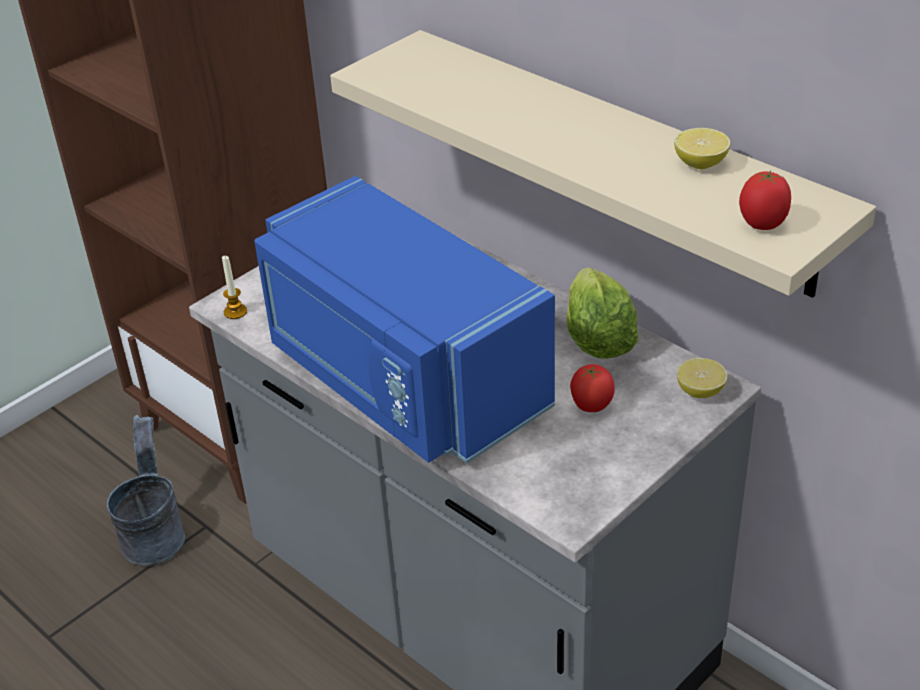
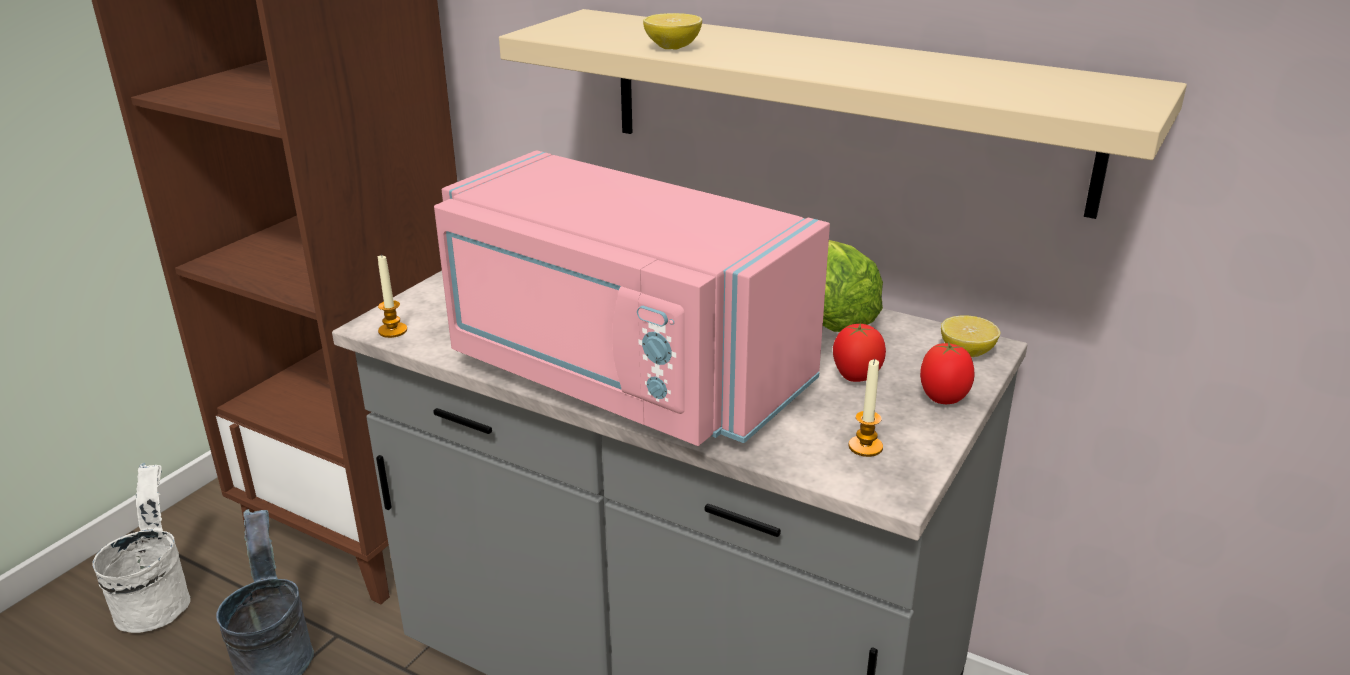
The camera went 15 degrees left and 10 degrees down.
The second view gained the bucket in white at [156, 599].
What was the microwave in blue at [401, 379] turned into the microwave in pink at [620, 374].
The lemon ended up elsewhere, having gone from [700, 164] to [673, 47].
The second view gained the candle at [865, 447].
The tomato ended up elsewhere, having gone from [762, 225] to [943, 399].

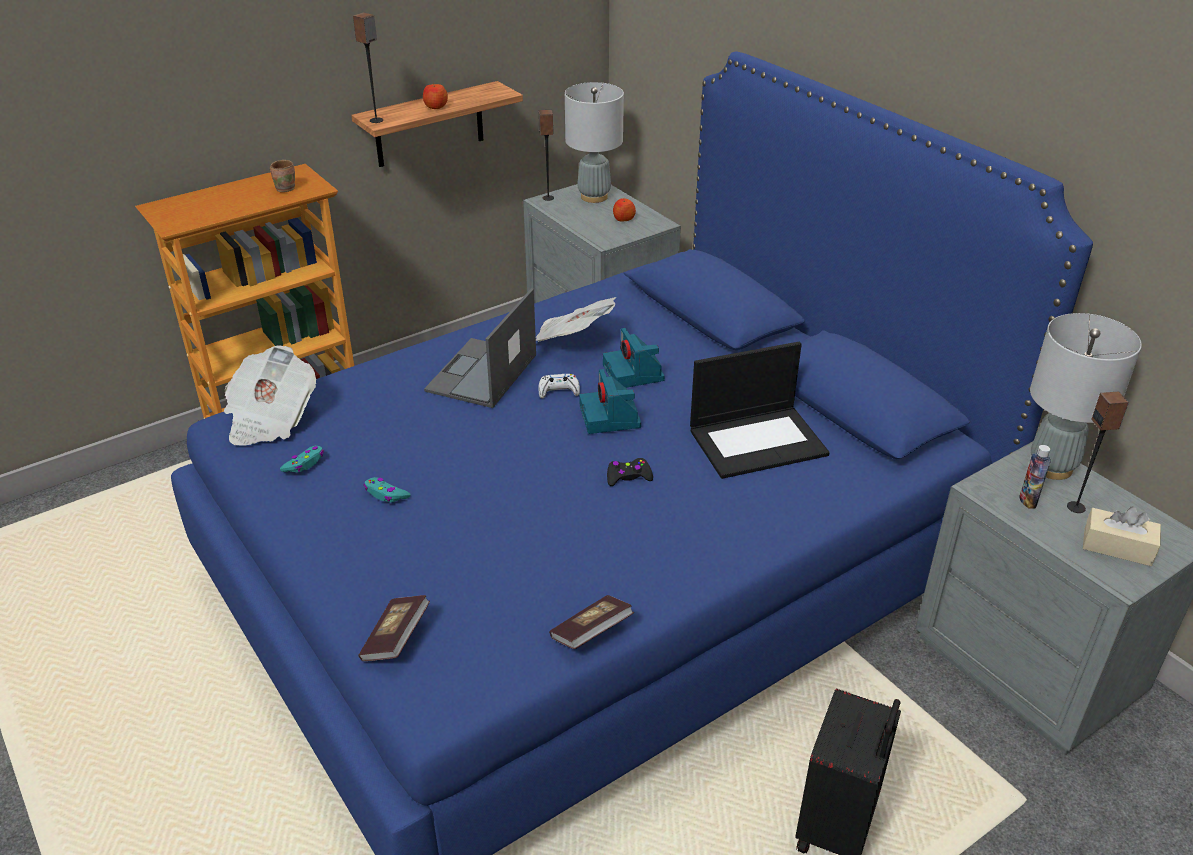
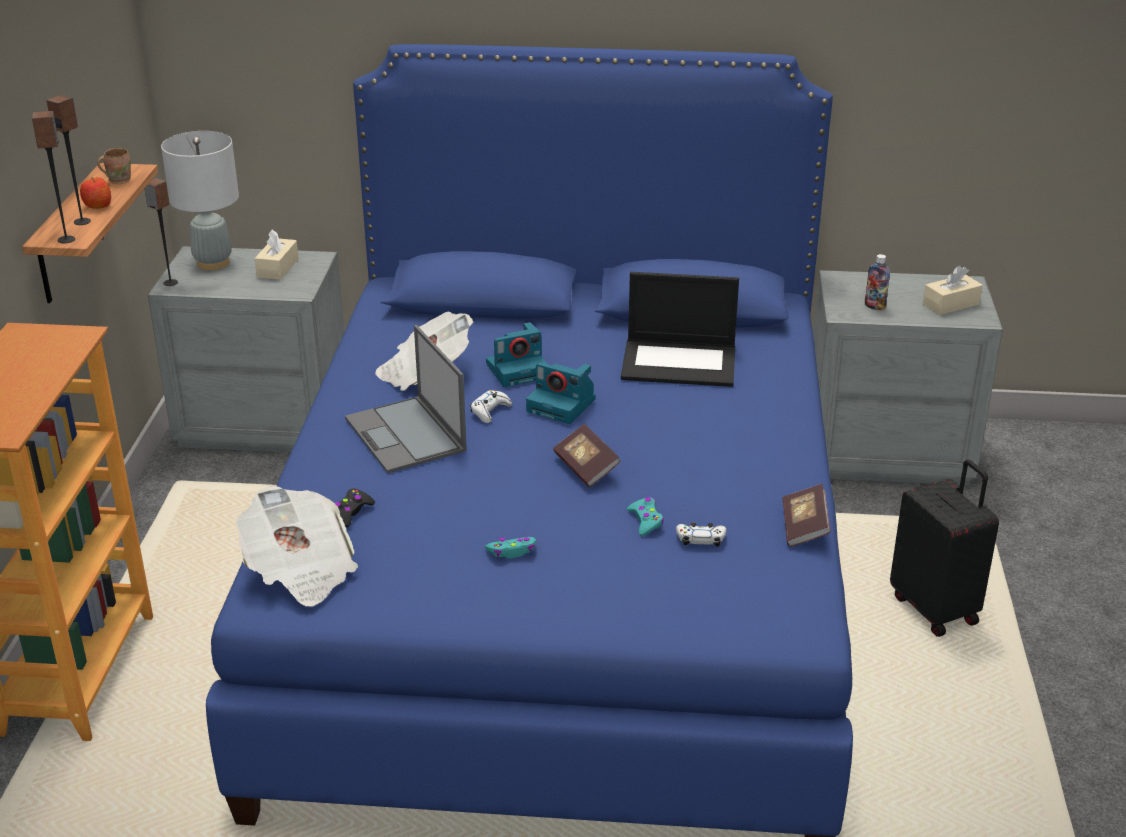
The camera went 50 degrees left and 5 degrees down.
The speaker ended up elsewhere, having gone from [1076, 507] to [82, 221].
The mug in brown ended up elsewhere, having gone from [285, 188] to [118, 180].
Where the apple stood at [623, 219], the tissue box in beige came to stand at [278, 268].
The game controller in black ended up elsewhere, having gone from [628, 477] to [351, 512].
The photo camera at [634, 373] ended up facing another way, 45 degrees counterclockwise from before.
The book ended up elsewhere, having gone from [396, 639] to [586, 467].
The laptop at [758, 441] ended up facing another way, 75 degrees clockwise from before.
The game controller in turquoise ended up elsewhere, having gone from [304, 464] to [646, 521].
The second view gained the game controller in white at [700, 539].
The second view lost the table lamp in grey at [1052, 467].

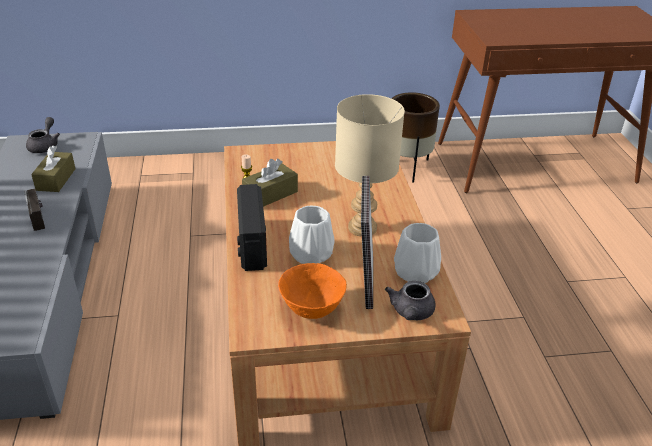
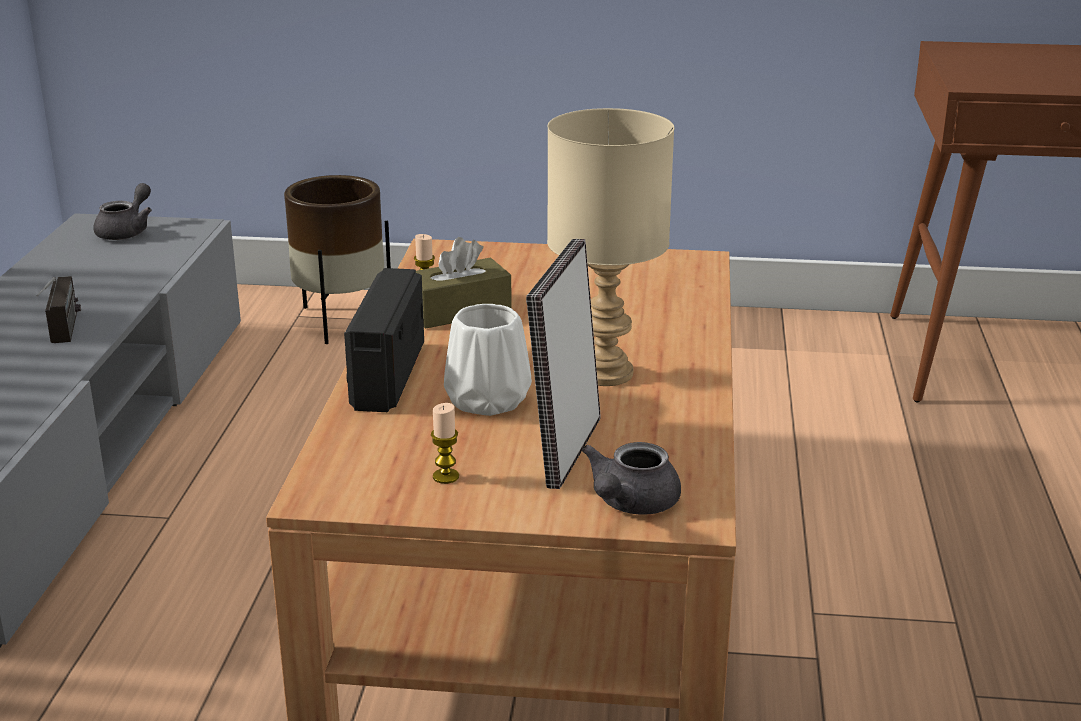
The camera went 15 degrees right and 10 degrees down.
The planter in brown ended up elsewhere, having gone from [407, 167] to [340, 321].
Where the bowl in orange stood at [312, 309], the candle came to stand at [445, 476].
The second view lost the tissue box in brown at [56, 179].
The second view lost the vase in white at [414, 272].

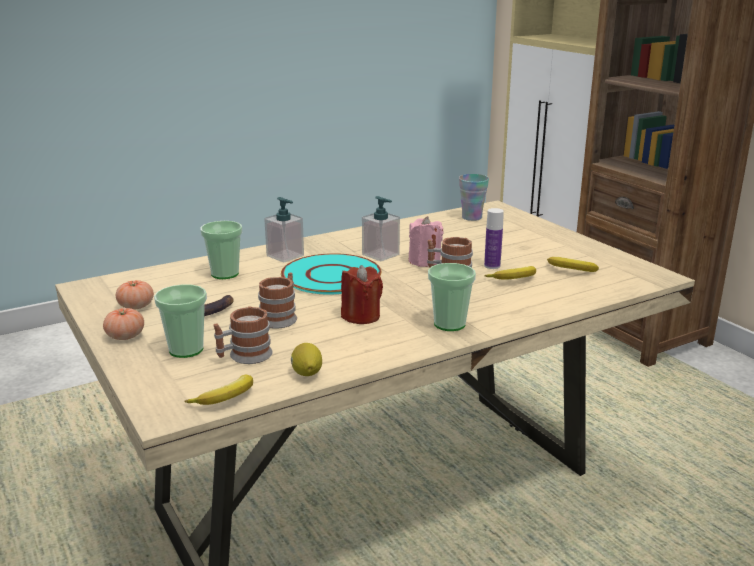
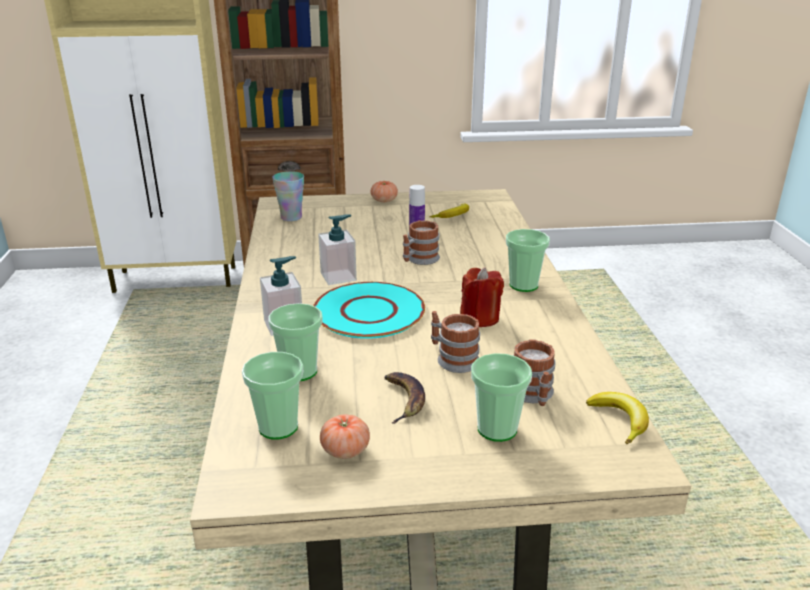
The camera went 65 degrees left and 5 degrees up.
The second view gained the cup at [278, 427].
The tomato ended up elsewhere, having gone from [125, 336] to [384, 200].
The second view lost the lemon at [307, 374].
The second view lost the candle in pink at [424, 261].
The second view lost the banana at [514, 279].

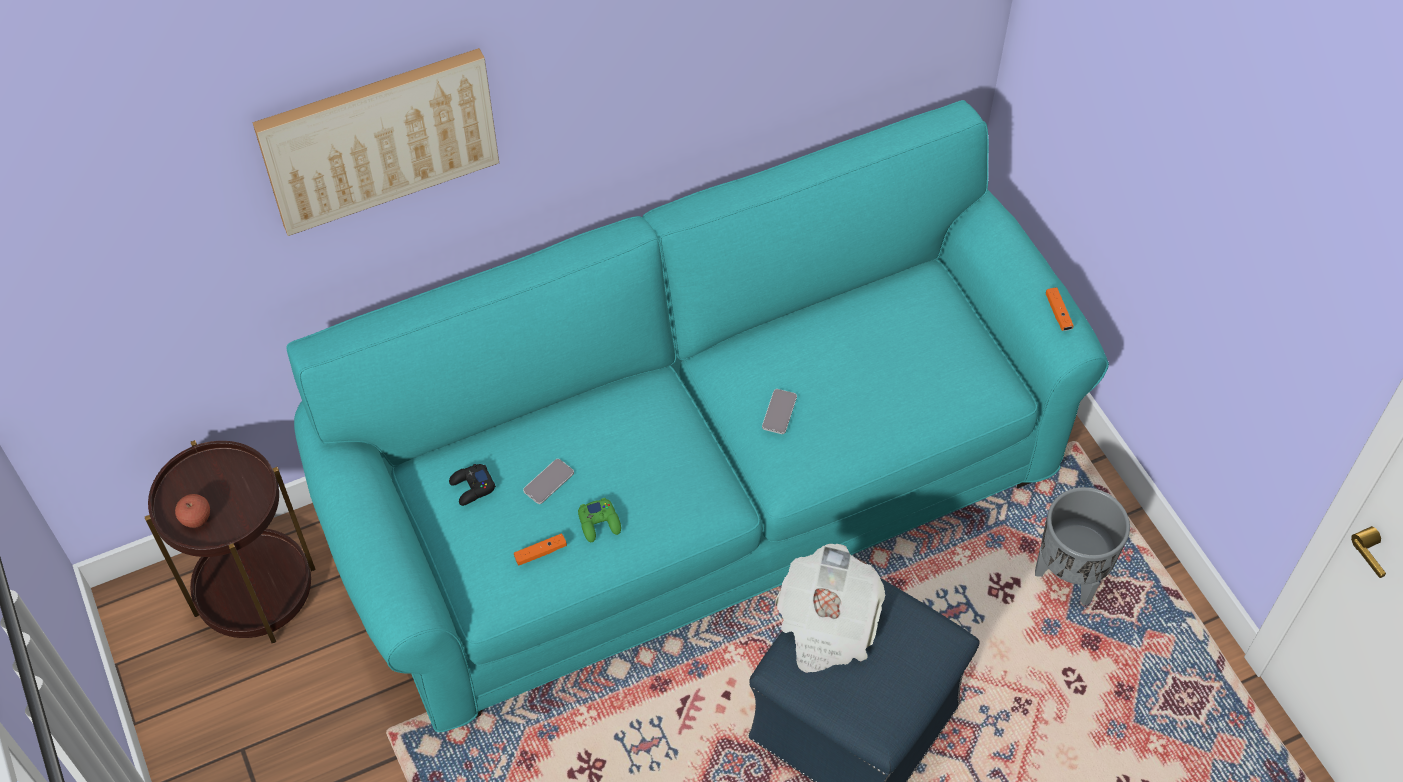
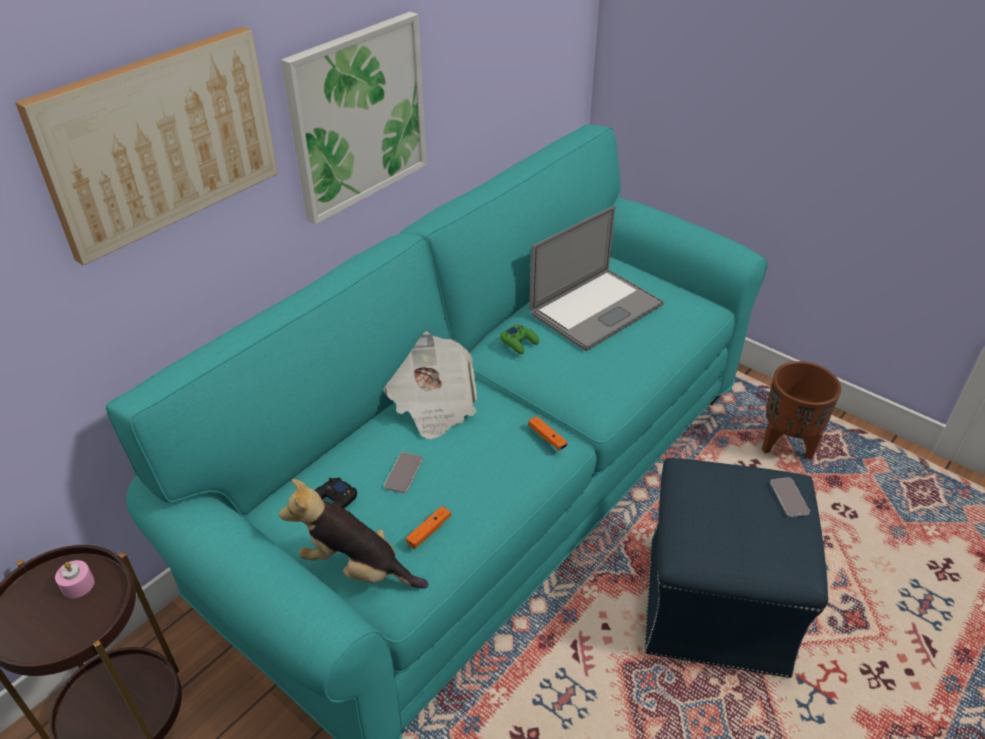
The camera went 25 degrees left and 15 degrees down.
The second view gained the candle in pink at [78, 585].
The second view gained the plush toy at [356, 568].
The second view gained the picture at [357, 116].
The newspaper ended up elsewhere, having gone from [826, 625] to [432, 404].
The game controller in green ended up elsewhere, having gone from [599, 523] to [519, 342].
The second view gained the laptop at [596, 309].
The game controller in orange ended up elsewhere, having gone from [1058, 313] to [547, 438].
What was the planter in grey at [1069, 576] turned into the planter in brown at [786, 446].
The phone ended up elsewhere, having gone from [779, 412] to [789, 498].
The second view lost the apple at [196, 519].

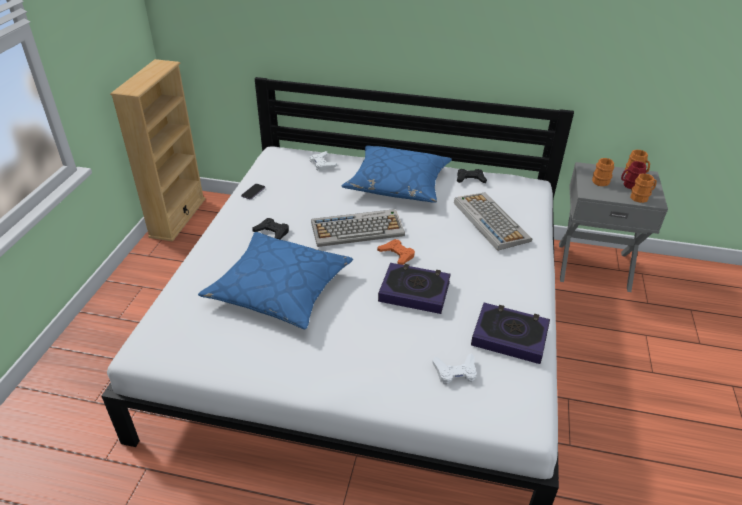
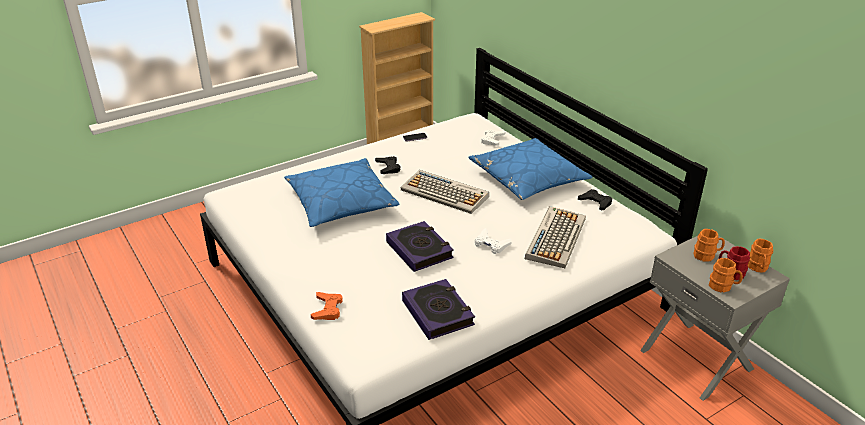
The camera went 45 degrees right and 5 degrees down.
The game controller in orange ended up elsewhere, having gone from [397, 254] to [327, 309].
The game controller in white ended up elsewhere, having gone from [455, 372] to [491, 244].

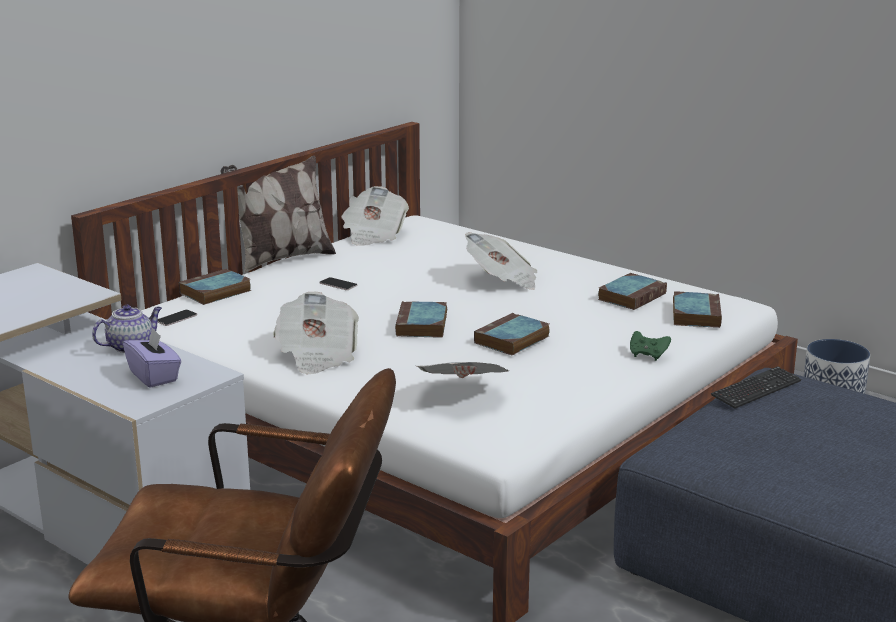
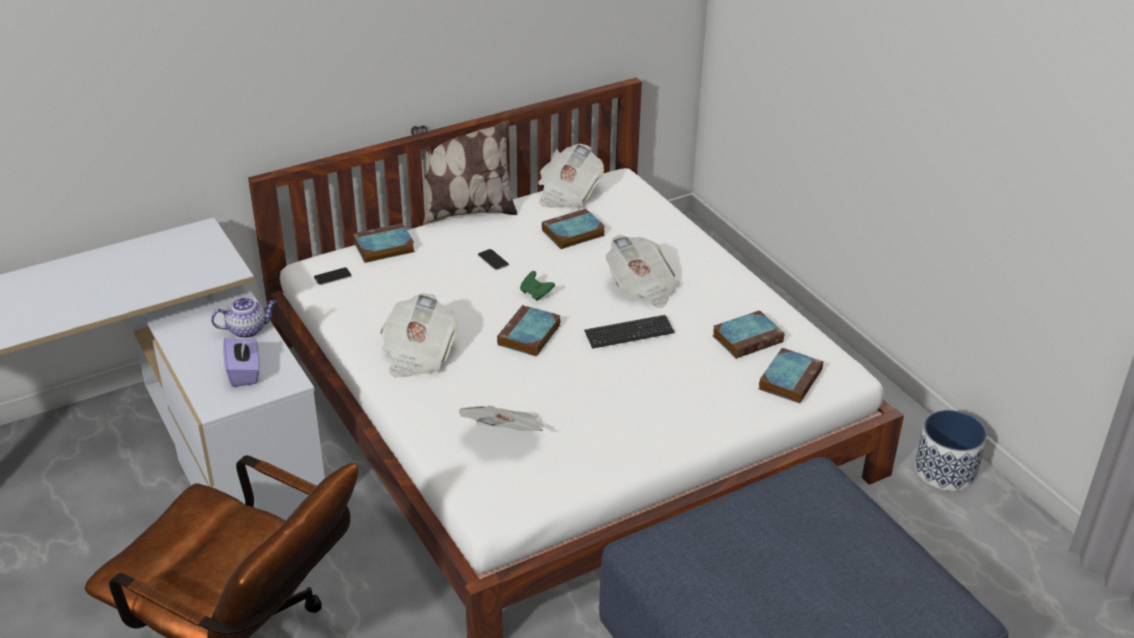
The camera went 20 degrees right and 15 degrees up.
The game controller in green ended up elsewhere, having gone from [648, 355] to [536, 294].
The book ended up elsewhere, having gone from [511, 340] to [572, 233].
The keyboard ended up elsewhere, having gone from [756, 389] to [629, 333].

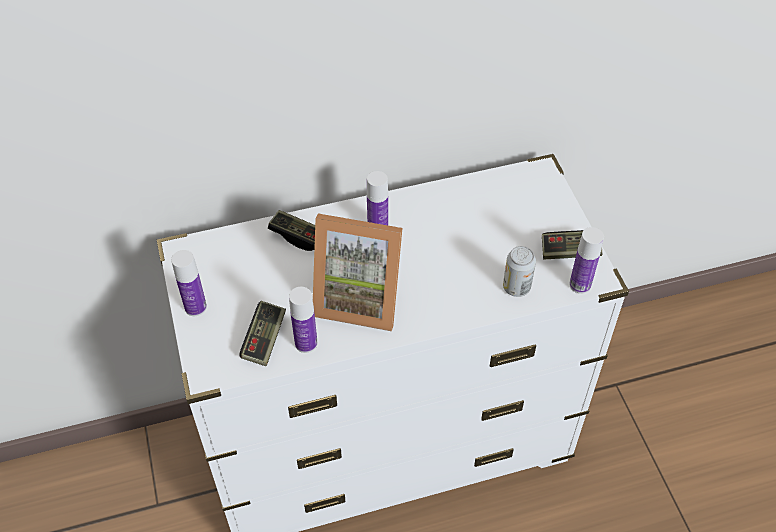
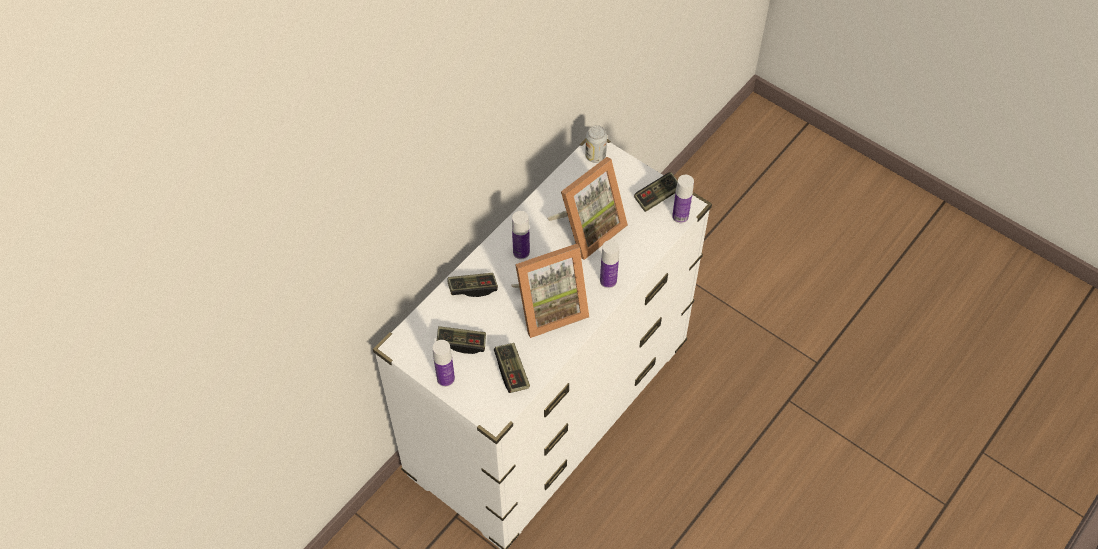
The camera went 35 degrees left and 5 degrees up.
The second view gained the game controller at [461, 343].
The second view gained the picture frame at [587, 228].
The can ended up elsewhere, having gone from [516, 287] to [595, 156].
The bottle ended up elsewhere, having gone from [306, 343] to [608, 281].

